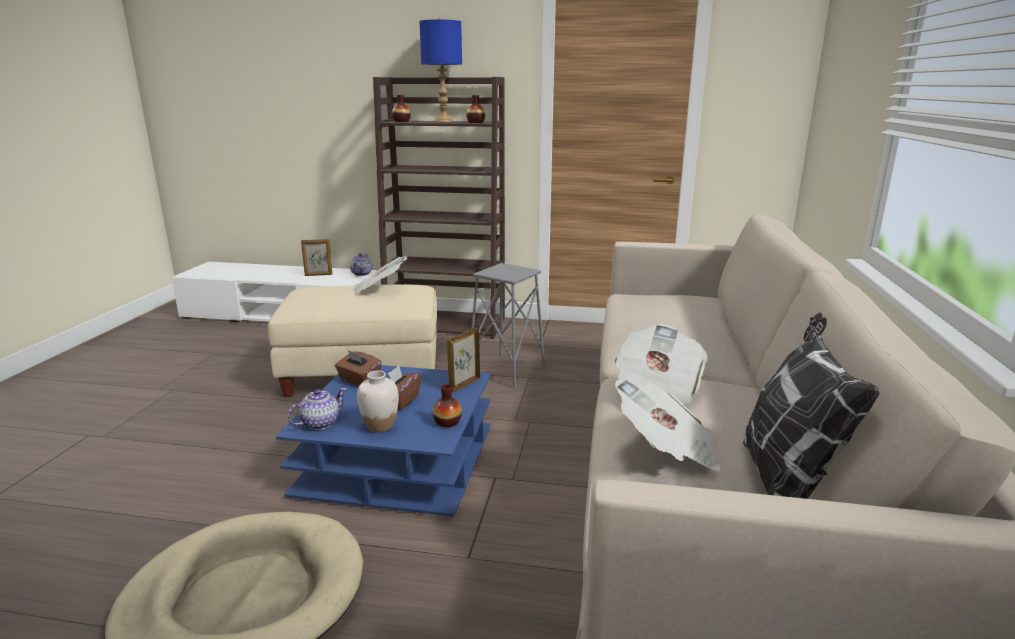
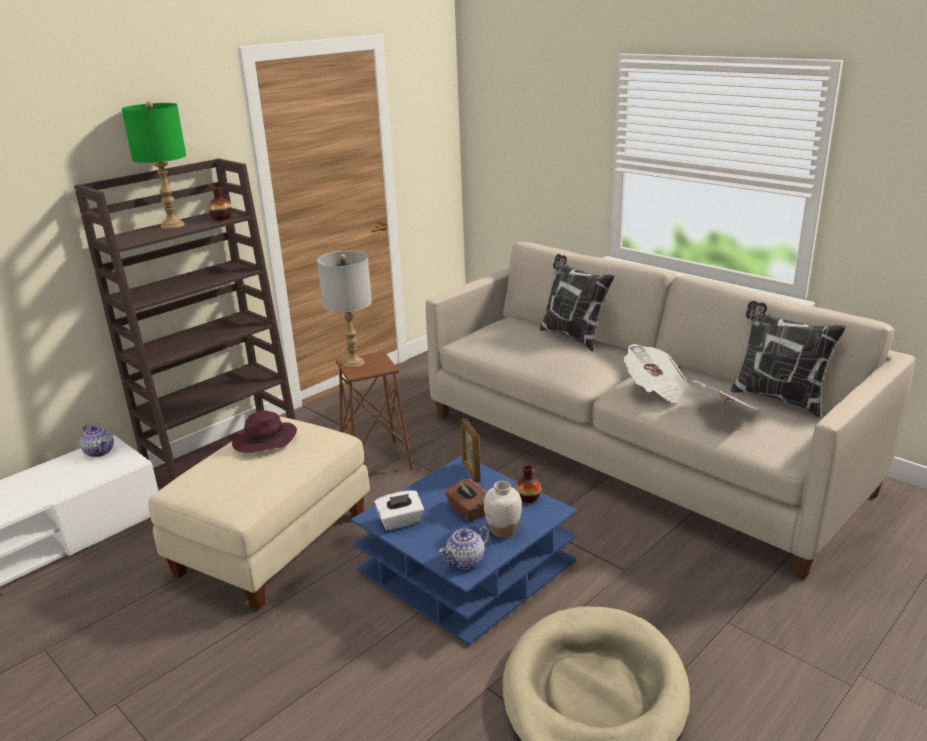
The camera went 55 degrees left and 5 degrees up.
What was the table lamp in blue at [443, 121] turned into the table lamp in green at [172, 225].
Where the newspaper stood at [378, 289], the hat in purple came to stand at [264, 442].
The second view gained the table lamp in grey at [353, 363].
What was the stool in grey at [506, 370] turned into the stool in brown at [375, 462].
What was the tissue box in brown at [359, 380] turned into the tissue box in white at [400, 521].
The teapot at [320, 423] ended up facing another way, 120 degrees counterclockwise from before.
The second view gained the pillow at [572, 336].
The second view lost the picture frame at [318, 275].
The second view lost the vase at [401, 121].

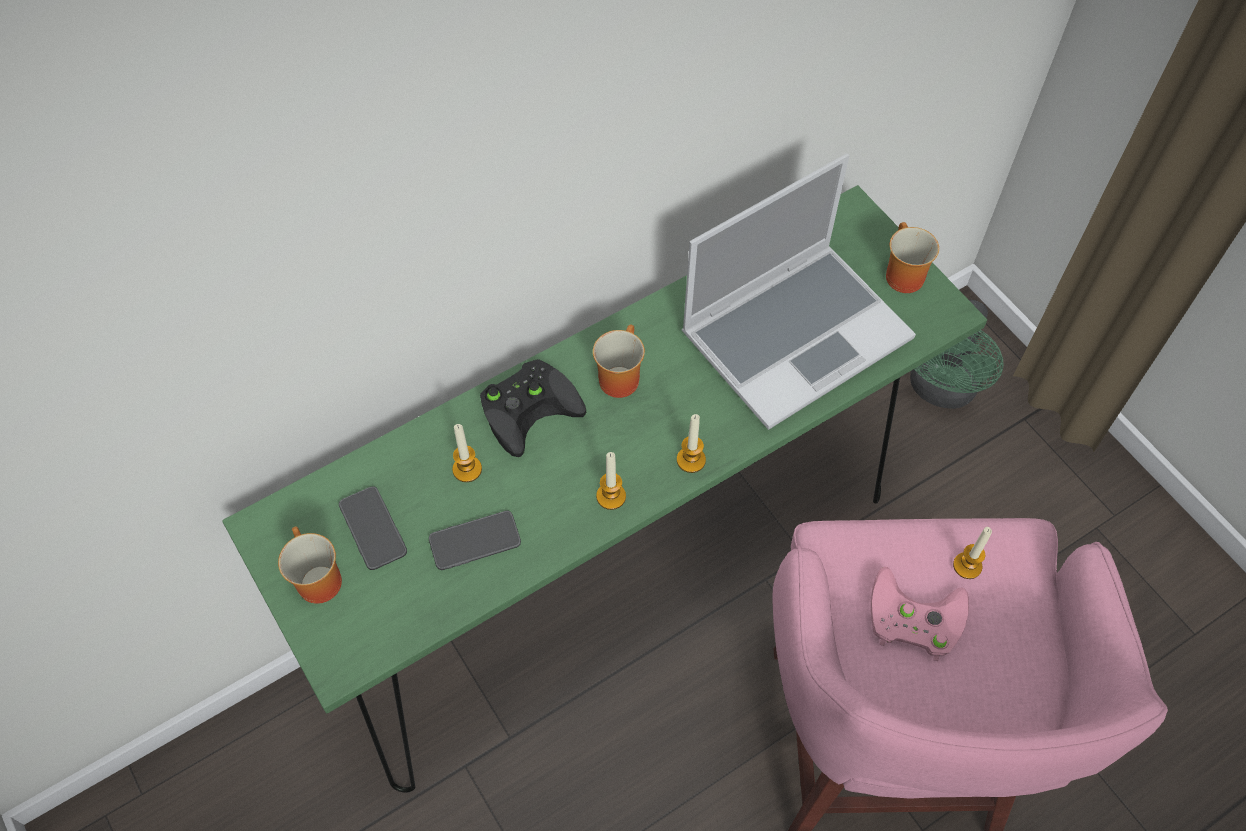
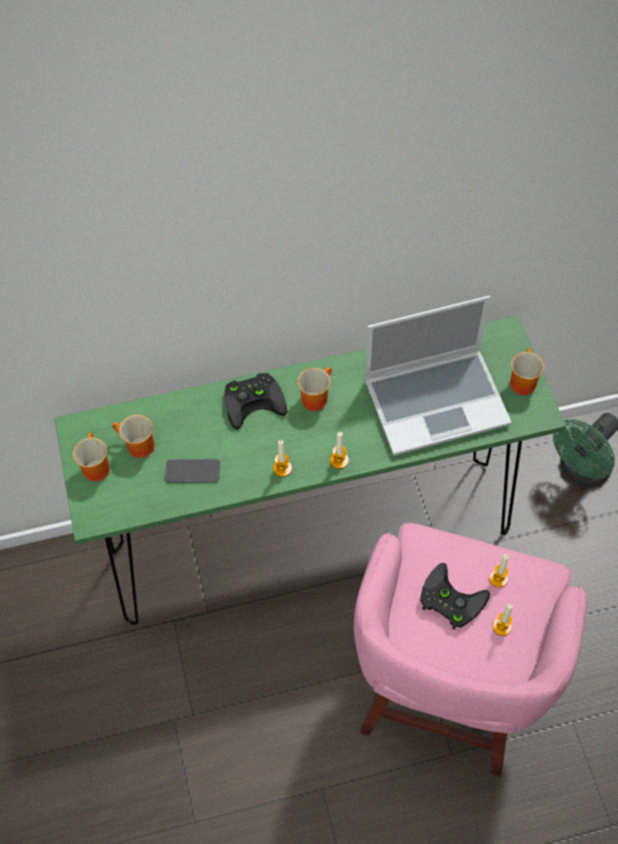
The camera went 20 degrees right and 0 degrees up.
Where the phone stood at [373, 528], the mug came to stand at [137, 447].
What was the game controller in pink at [911, 619] turned into the game controller in black at [448, 599].
The candle ended up elsewhere, having gone from [467, 469] to [502, 626].

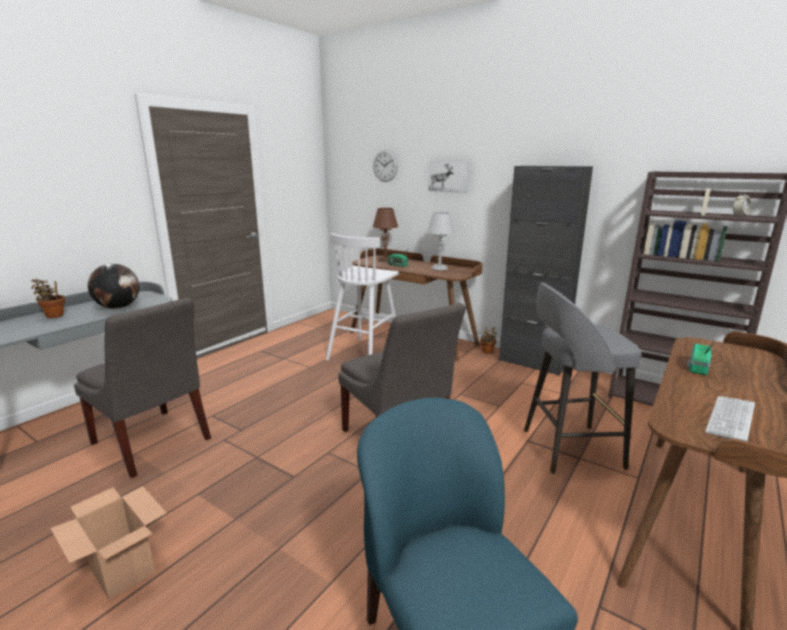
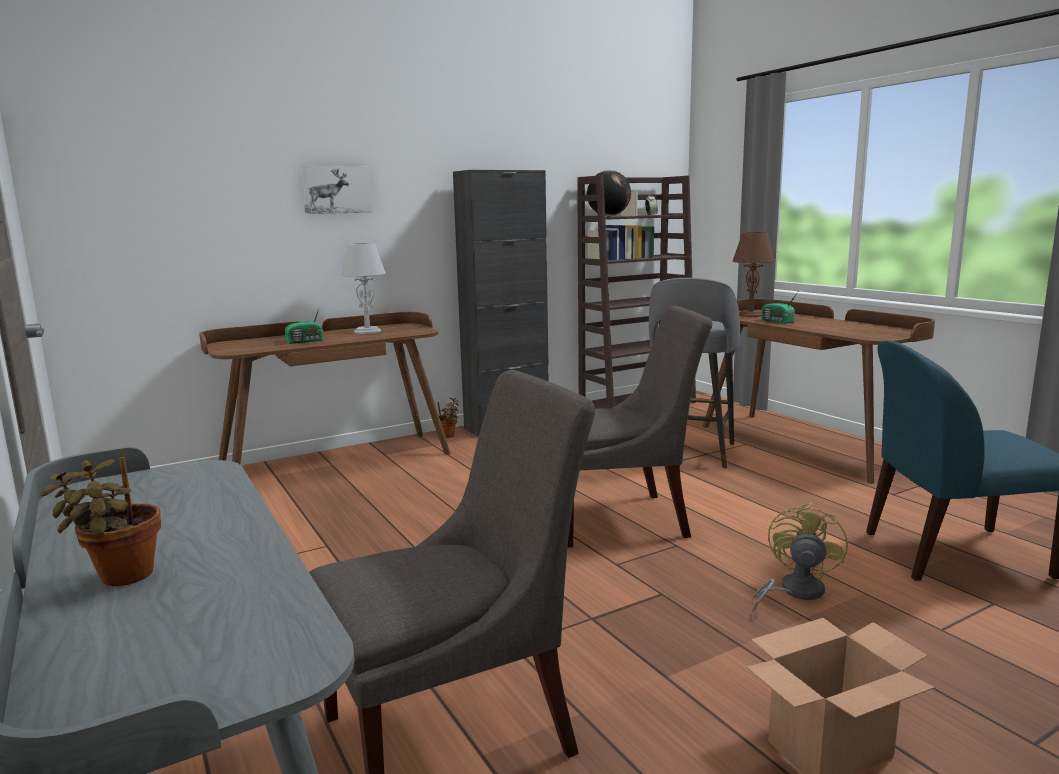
The camera went 65 degrees left and 5 degrees down.
The globe ended up elsewhere, having gone from [118, 307] to [608, 216].
The table lamp in brown ended up elsewhere, having gone from [385, 259] to [750, 315].
The second view gained the fan in yellow at [794, 592].
The second view lost the stool in white at [365, 353].
The second view lost the wall clock at [385, 166].
The second view lost the keyboard at [730, 419].

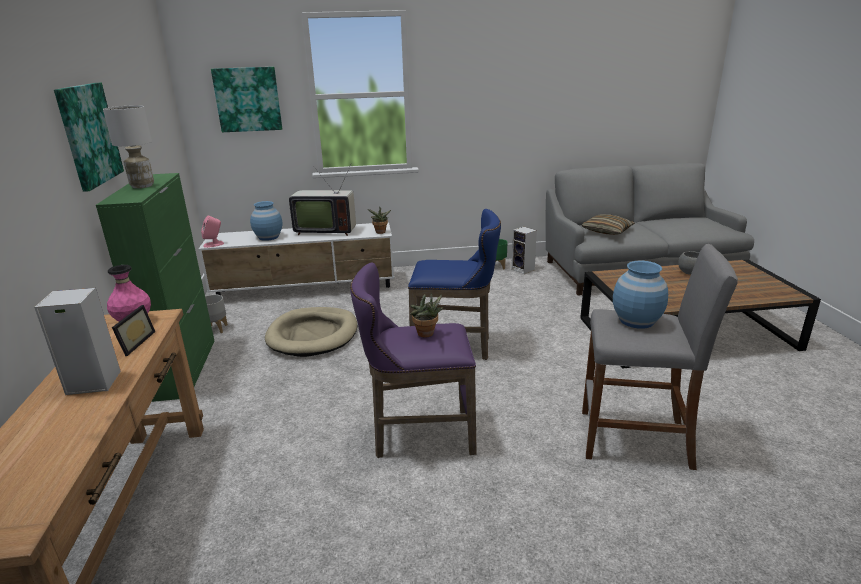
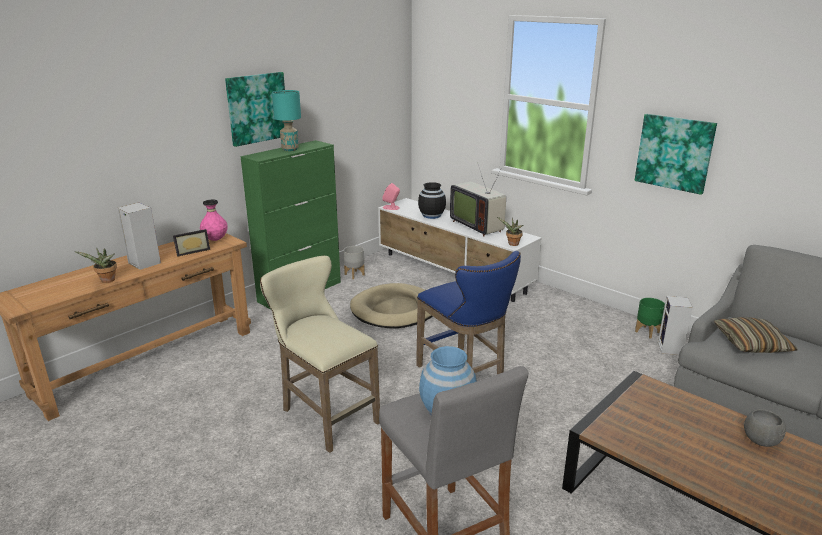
The camera went 50 degrees right and 0 degrees up.
The potted plant ended up elsewhere, having gone from [427, 334] to [106, 281].
What was the stool in purple at [417, 435] turned into the stool in beige at [325, 415].
What was the table lamp in white at [142, 186] turned into the table lamp in turquoise at [290, 149].
What was the vase in blue at [268, 237] turned into the vase in black at [431, 215].
The picture ended up elsewhere, having gone from [248, 99] to [674, 153].

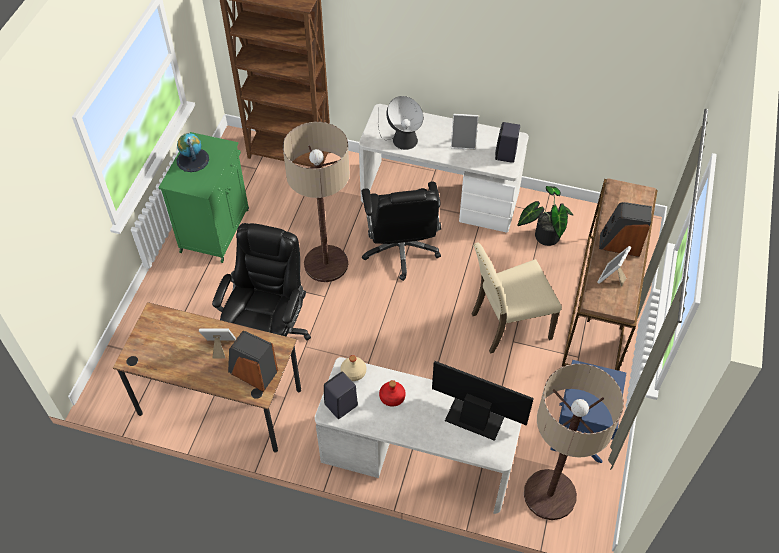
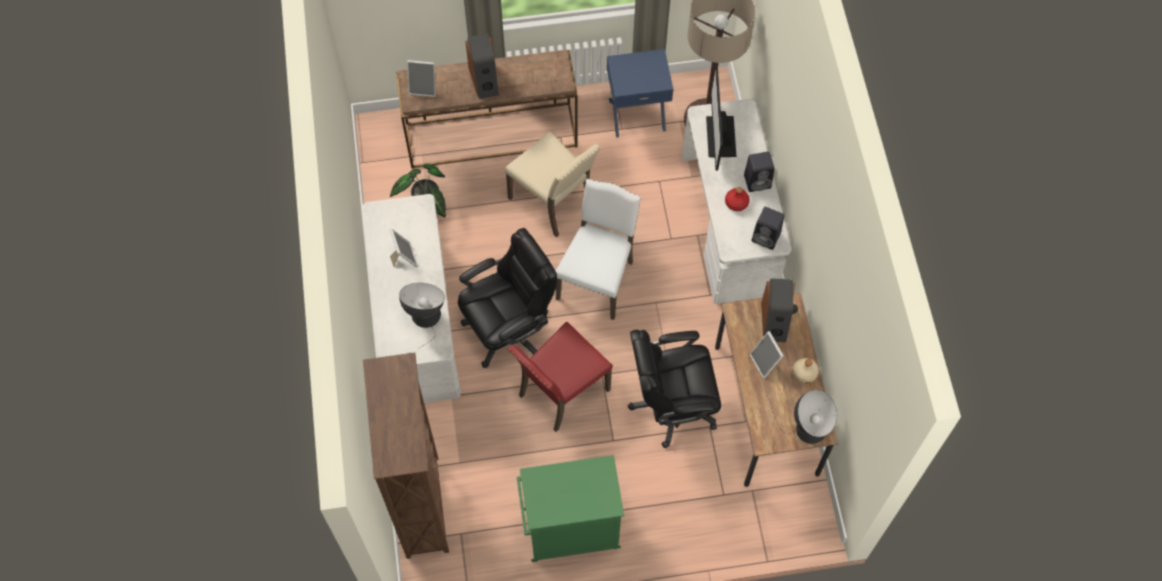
The camera went 115 degrees left and 10 degrees up.
The picture frame ended up elsewhere, having gone from [612, 277] to [424, 87].
Where the floor lamp stood at [326, 264], the chair in red came to stand at [561, 392].
The second view gained the chair in white at [597, 279].
The speaker in black ended up elsewhere, having gone from [506, 155] to [758, 181].
The second view gained the table lamp at [805, 426].
The bottle in beige ended up elsewhere, having gone from [353, 372] to [805, 373].
The second view lost the globe at [192, 160].

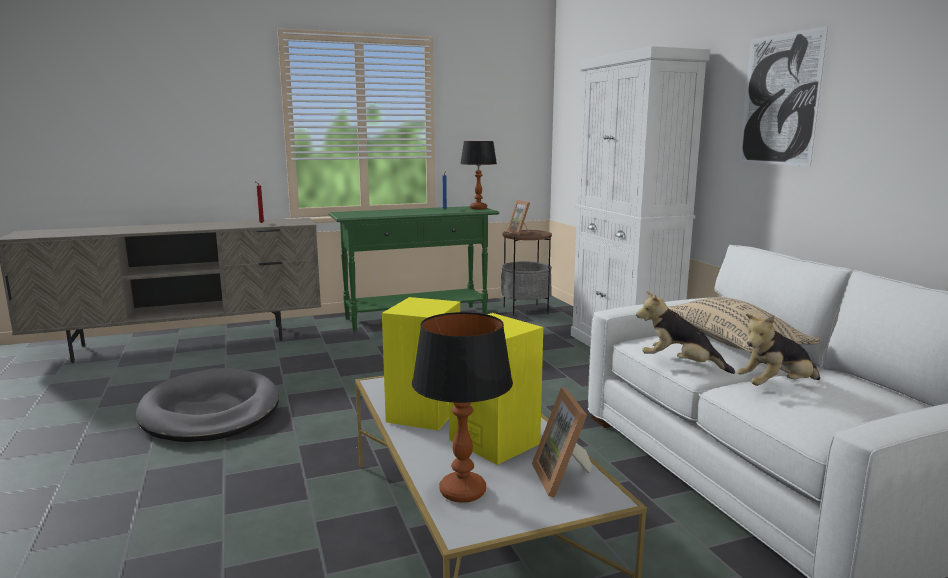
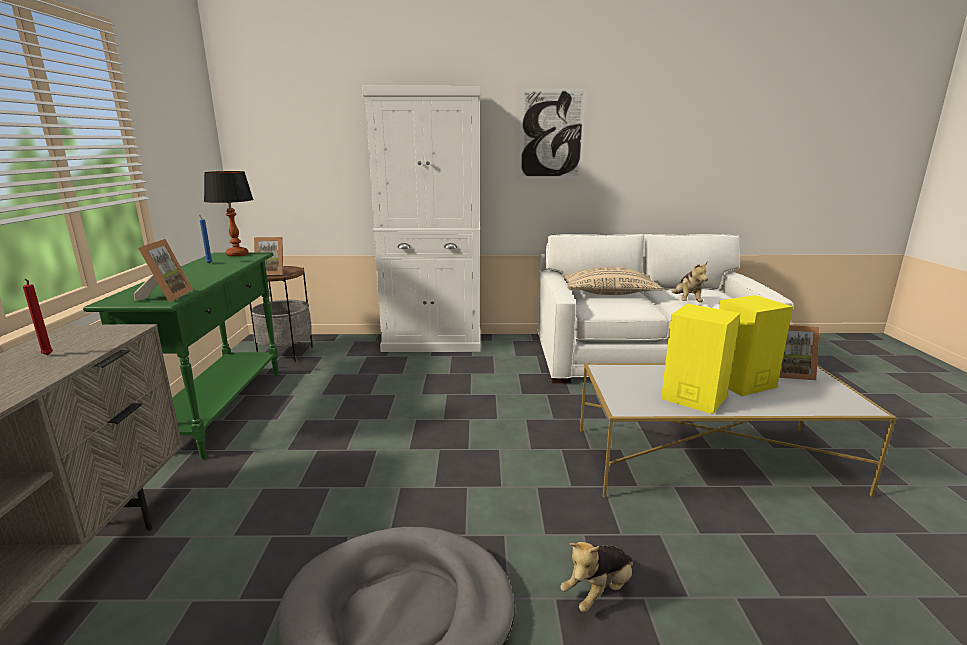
The camera went 70 degrees left and 5 degrees up.
The second view gained the picture frame at [166, 296].
The plush toy ended up elsewhere, having gone from [680, 365] to [598, 592].
The second view lost the table lamp at [463, 491].

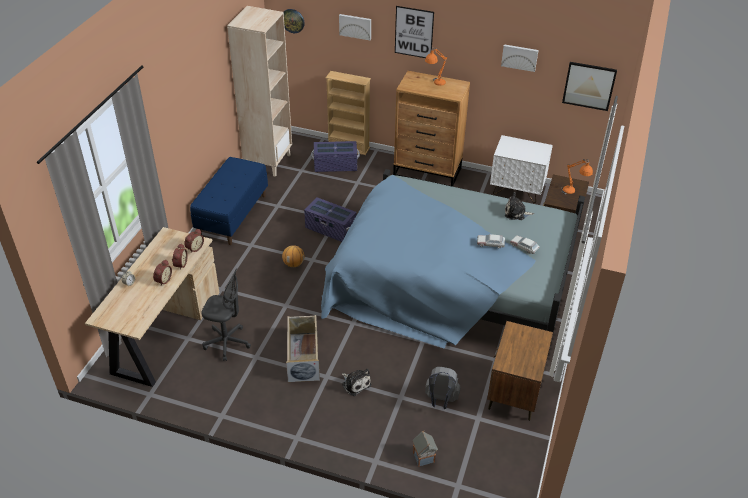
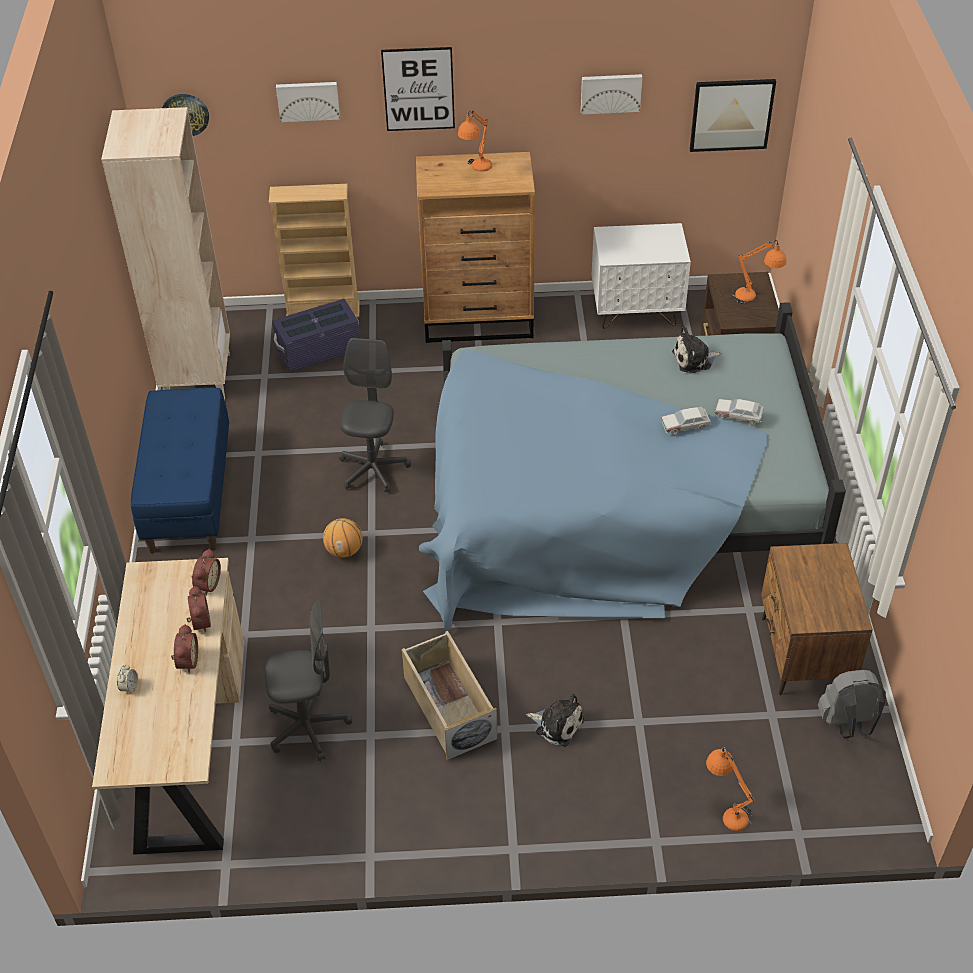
The camera went 20 degrees left and 5 degrees up.
Where the storage box in purple stood at [330, 230], the office chair in grey came to stand at [373, 469].
Where the toy house stood at [424, 458], the table lamp in orange came to stand at [726, 809].
The backpack in grey ended up elsewhere, having gone from [440, 400] to [847, 724].

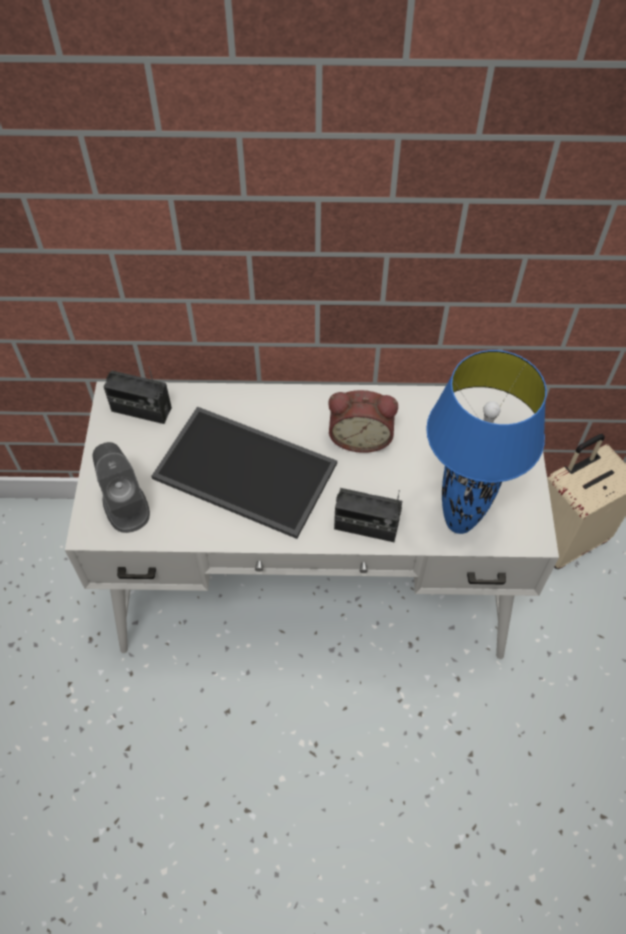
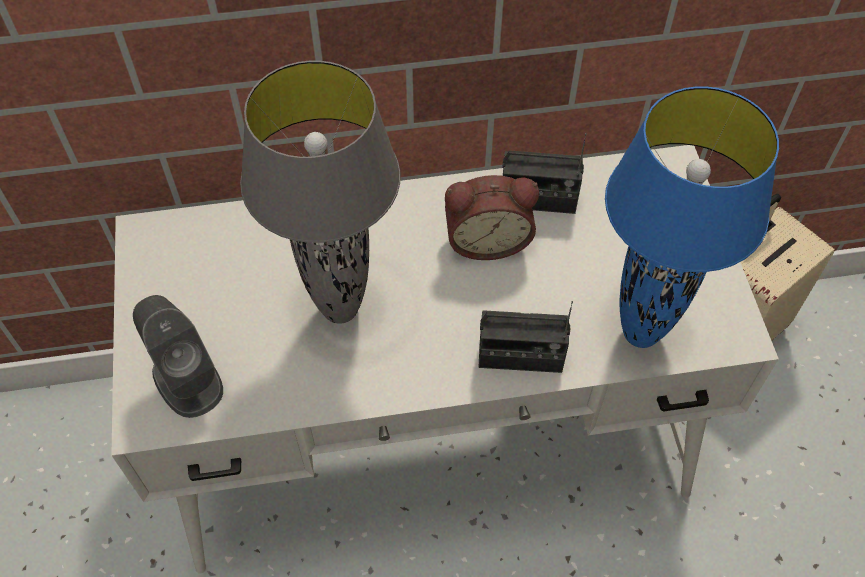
The camera went 10 degrees left and 0 degrees up.
Where the tray stood at [242, 472], the table lamp in grey came to stand at [339, 310].
The radio ended up elsewhere, having gone from [141, 410] to [538, 200].

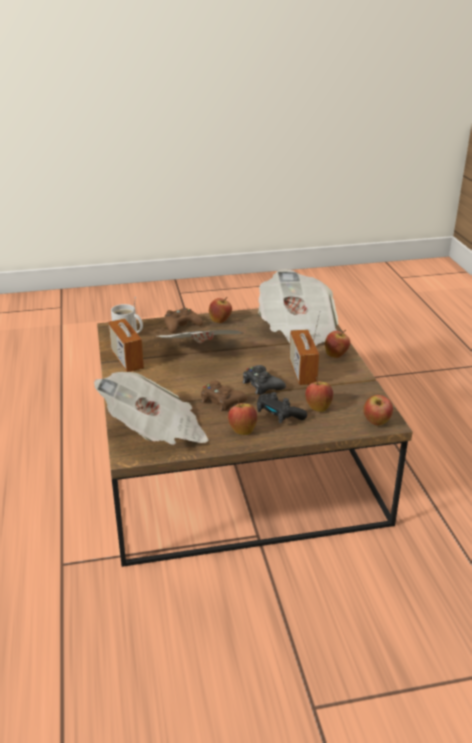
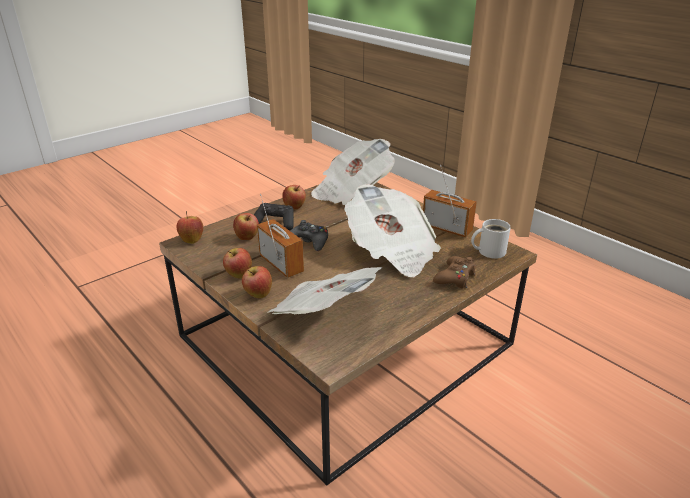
The camera went 150 degrees right and 0 degrees up.
The apple ended up elsewhere, having gone from [220, 321] to [239, 275].
The second view lost the game controller in brown at [221, 401].

